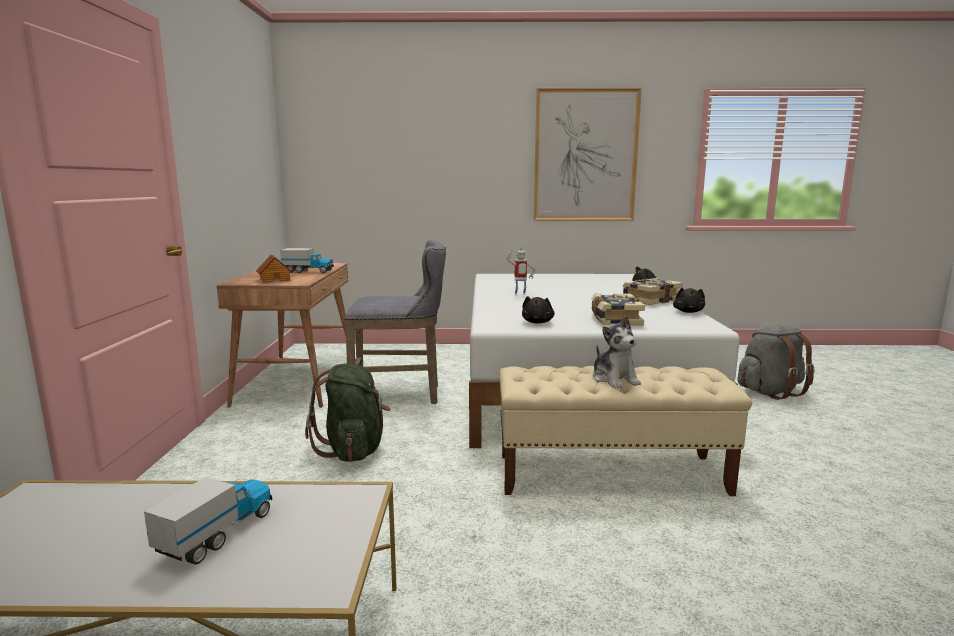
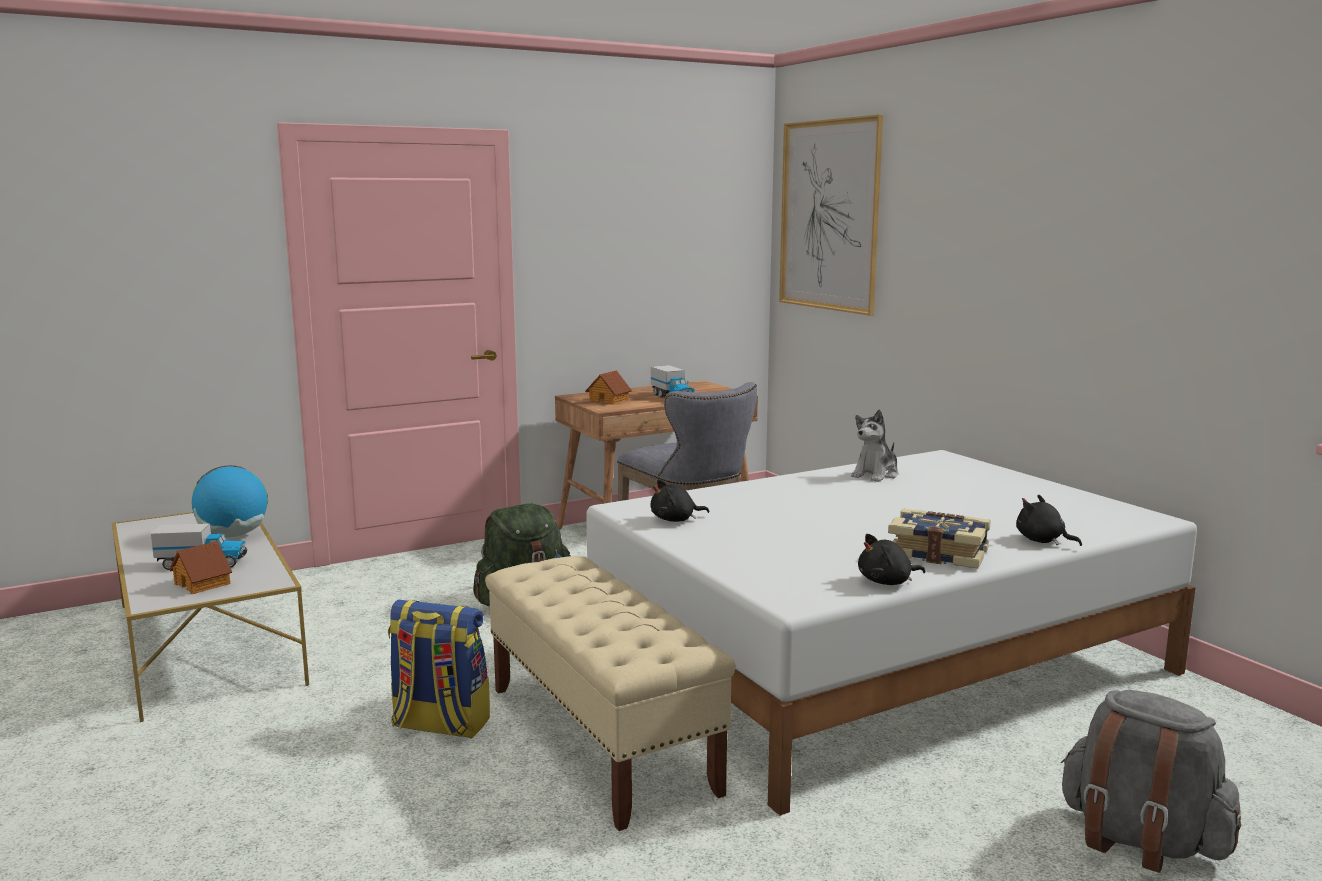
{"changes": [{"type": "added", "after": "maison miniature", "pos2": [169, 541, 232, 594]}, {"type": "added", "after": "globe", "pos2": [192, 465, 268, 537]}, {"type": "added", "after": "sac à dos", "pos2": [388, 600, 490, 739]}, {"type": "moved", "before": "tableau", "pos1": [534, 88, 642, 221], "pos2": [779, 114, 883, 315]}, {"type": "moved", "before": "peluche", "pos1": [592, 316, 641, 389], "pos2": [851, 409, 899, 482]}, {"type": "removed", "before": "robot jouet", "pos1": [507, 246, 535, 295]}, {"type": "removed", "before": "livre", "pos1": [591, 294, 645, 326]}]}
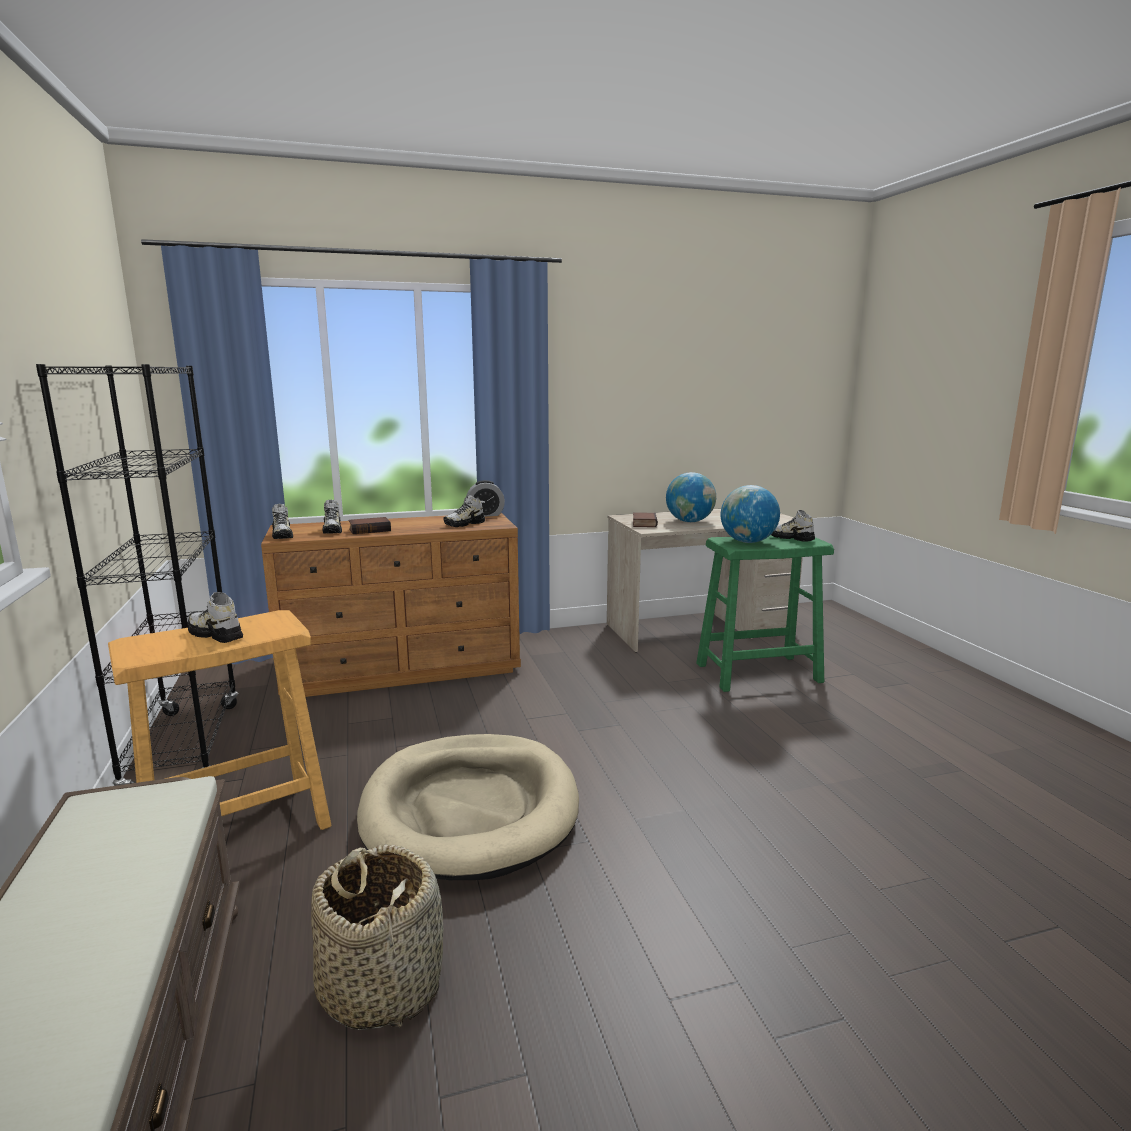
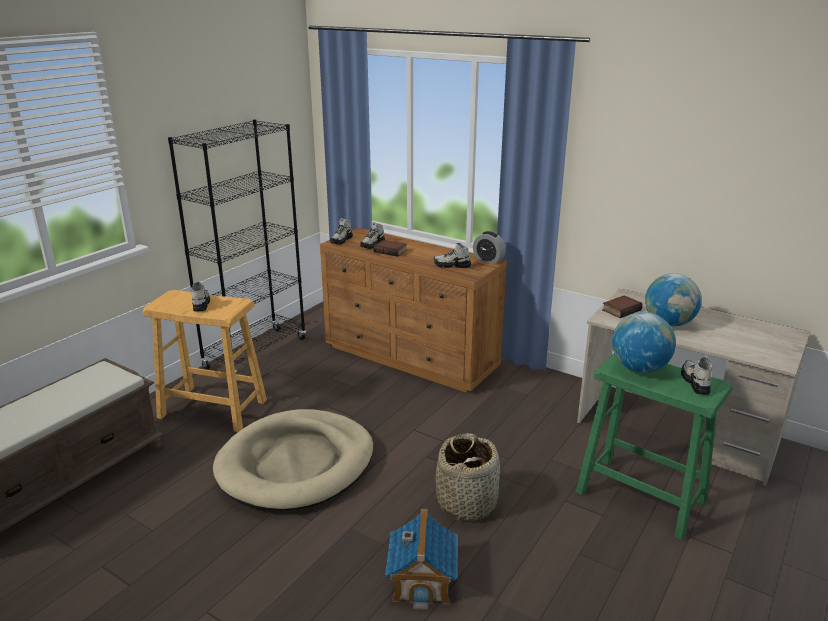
{"changes": [{"type": "added", "after": "maison miniature", "pos2": [385, 509, 458, 610]}, {"type": "moved", "before": "panier", "pos1": [311, 844, 443, 1030], "pos2": [436, 433, 500, 522]}]}
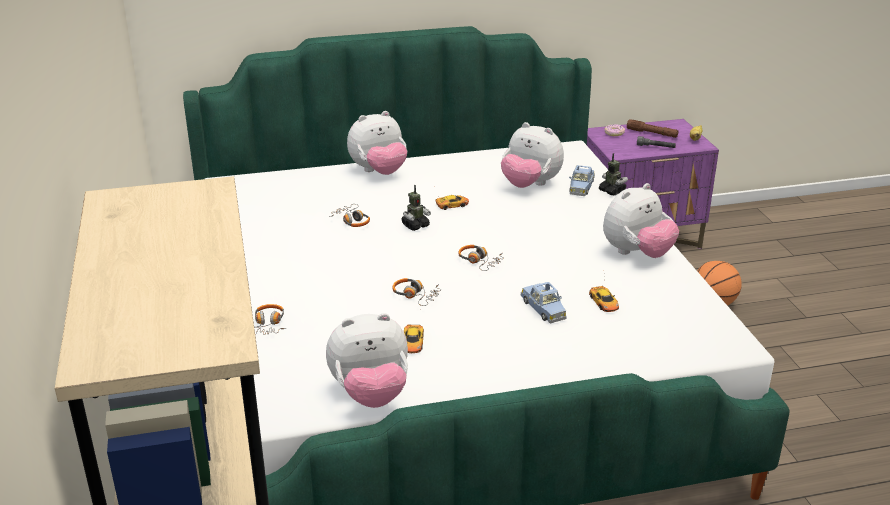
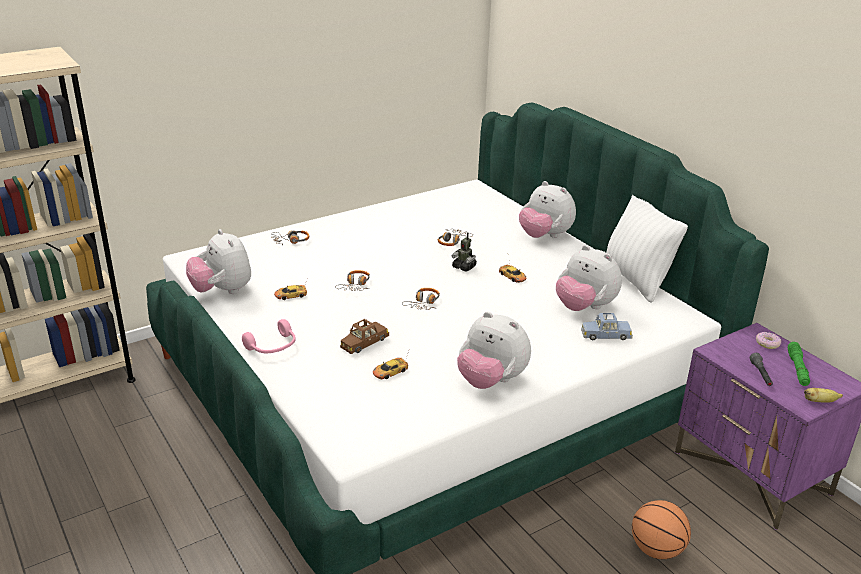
{"changes": [{"type": "added", "after": "casque audio/rose", "pos2": [242, 319, 296, 353]}, {"type": "recoloured", "before": "petite voiture/bleu", "after": "petite voiture/marron", "pos1": [521, 282, 567, 323], "pos2": [340, 319, 389, 354]}, {"type": "turned", "before": "peluche", "pos1": [501, 122, 564, 188], "pos2": [556, 245, 622, 311], "turn": -60}, {"type": "added", "after": "coussin/blanc", "pos2": [606, 194, 688, 303]}, {"type": "recoloured", "before": "lampe de poche/marron", "after": "lampe de poche/vert", "pos1": [627, 119, 678, 138], "pos2": [788, 342, 810, 386]}, {"type": "removed", "before": "robot jouet", "pos1": [599, 153, 628, 195]}]}
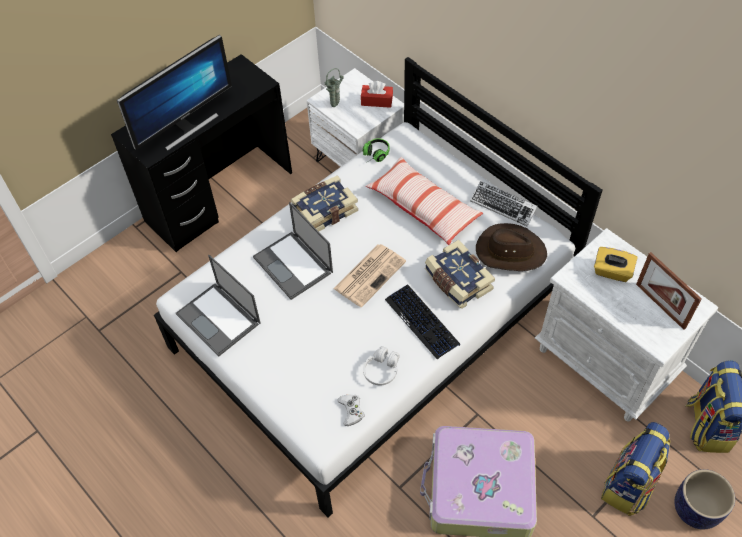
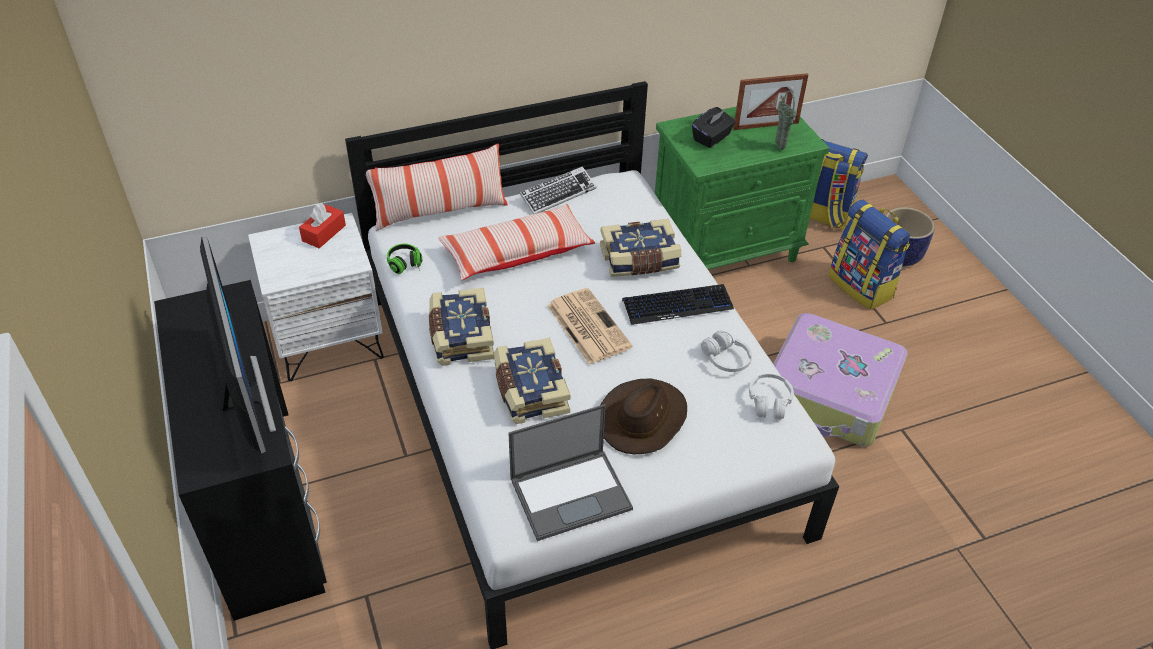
{"changes": [{"type": "added", "after": "coussin", "pos2": [366, 144, 508, 231]}, {"type": "replaced", "before": "ordinateur portable", "after": "livre", "pos1": [253, 202, 333, 300], "pos2": [494, 338, 571, 424]}, {"type": "moved", "before": "chapeau/marron", "pos1": [476, 223, 547, 271], "pos2": [601, 379, 687, 454]}, {"type": "recoloured", "before": "table de chevet/blanc", "after": "table de chevet/vert", "pos1": [535, 228, 719, 422], "pos2": [655, 107, 830, 270]}, {"type": "recoloured", "before": "boîte à mouchoirs/jaune", "after": "boîte à mouchoirs/noir", "pos1": [594, 247, 638, 282], "pos2": [692, 107, 736, 148]}, {"type": "replaced", "before": "manette/blanc", "after": "casque audio/blanc", "pos1": [337, 395, 365, 426], "pos2": [749, 374, 794, 419]}, {"type": "moved", "before": "vase/vert", "pos1": [325, 68, 344, 107], "pos2": [775, 91, 797, 150]}]}
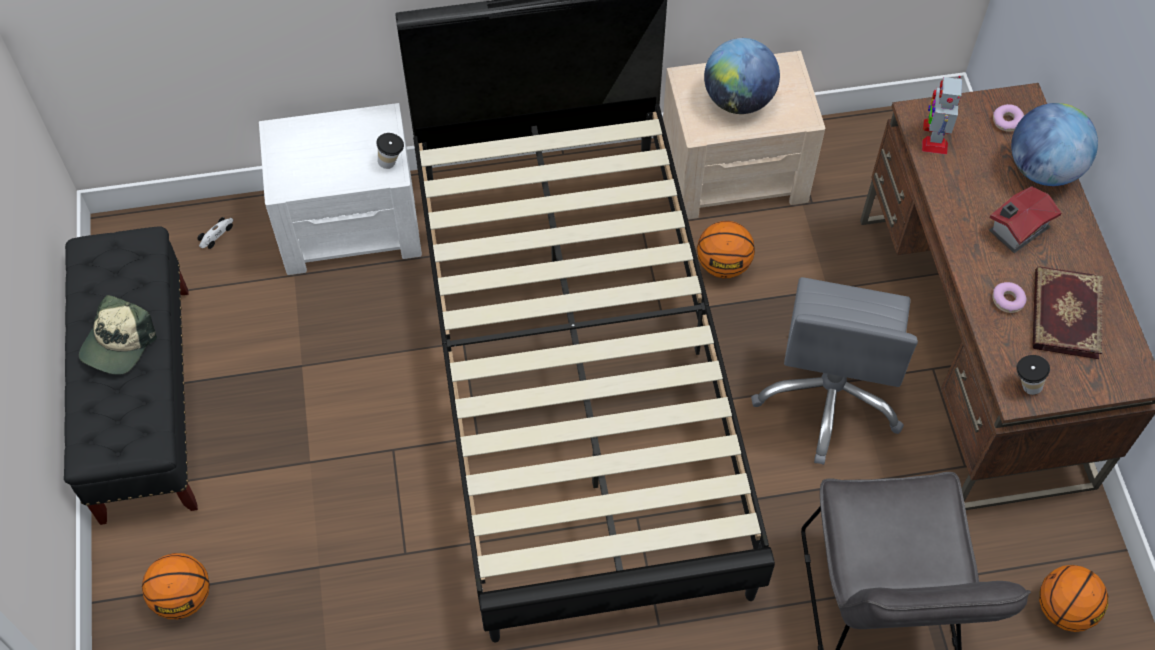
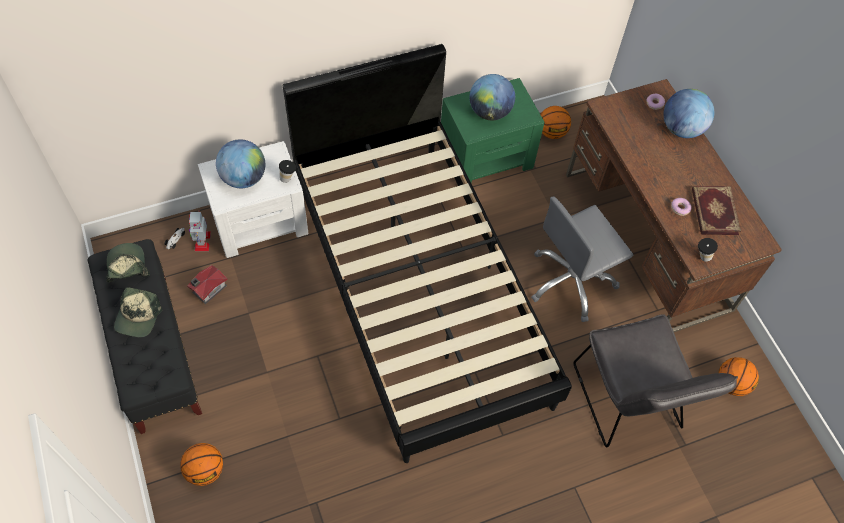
{"changes": [{"type": "added", "after": "casquette", "pos2": [106, 243, 150, 283]}, {"type": "moved", "before": "maison miniature", "pos1": [989, 186, 1061, 253], "pos2": [187, 265, 228, 304]}, {"type": "moved", "before": "robot jouet", "pos1": [922, 76, 962, 155], "pos2": [189, 210, 211, 251]}, {"type": "added", "after": "globe", "pos2": [216, 139, 265, 188]}, {"type": "recoloured", "before": "table de chevet/beige", "after": "table de chevet/vert", "pos1": [663, 51, 825, 219], "pos2": [441, 78, 545, 183]}, {"type": "turned", "before": "chaise de bureau/gris", "pos1": [751, 277, 918, 465], "pos2": [531, 196, 633, 322], "turn": 60}, {"type": "moved", "before": "ballon de basket", "pos1": [697, 221, 755, 278], "pos2": [540, 106, 571, 139]}]}
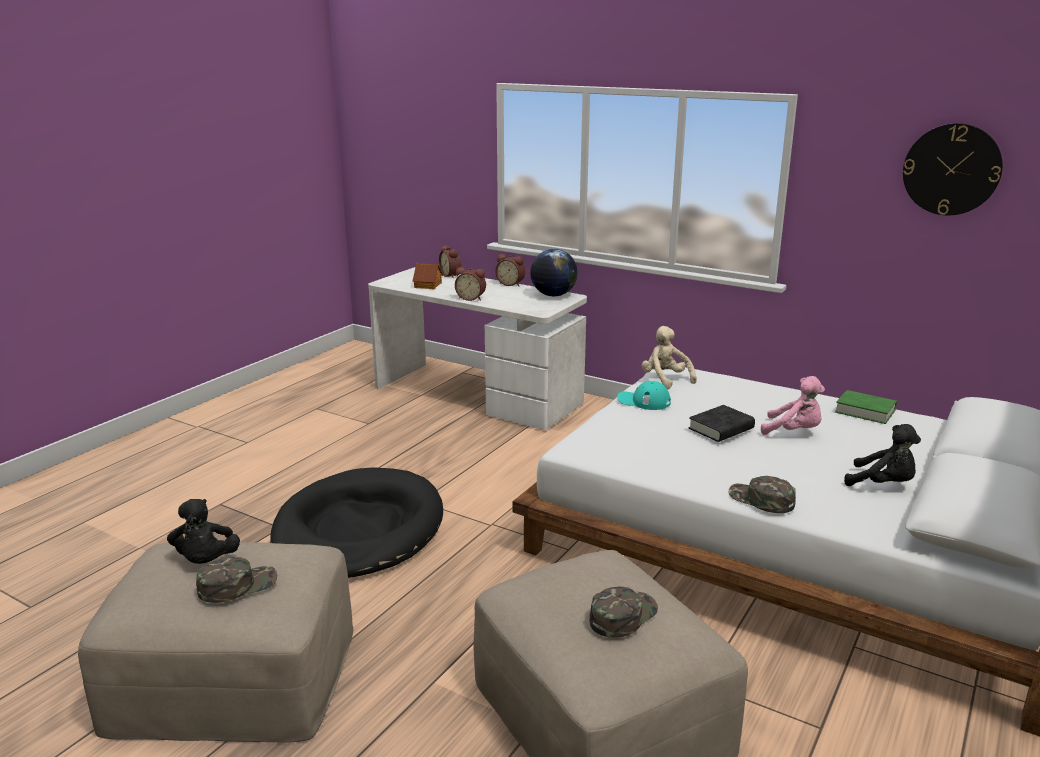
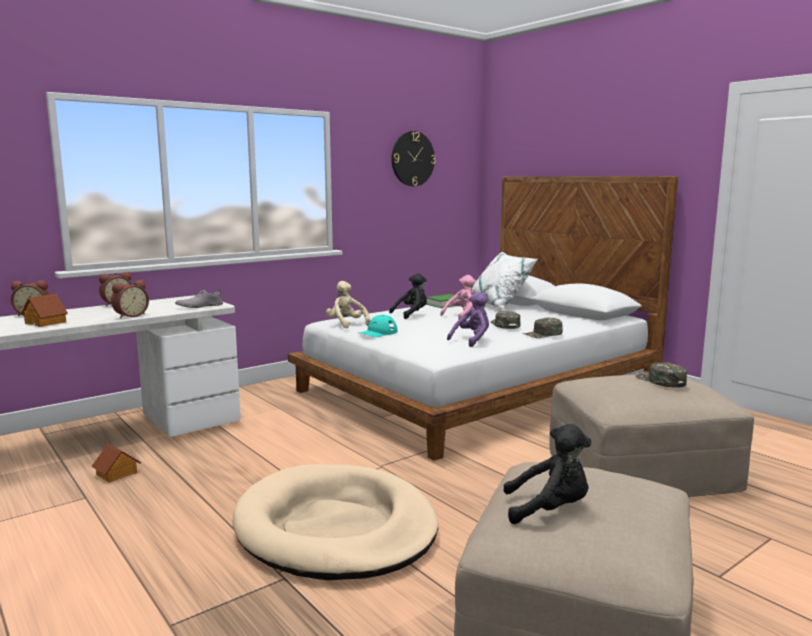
{"changes": [{"type": "added", "after": "maison miniature", "pos2": [91, 444, 141, 483]}, {"type": "added", "after": "chaussure/gris", "pos2": [175, 289, 223, 308]}, {"type": "recoloured", "before": "panier pour chien/noir", "after": "panier pour chien/beige", "pos1": [270, 467, 443, 578], "pos2": [232, 464, 438, 580]}, {"type": "turned", "before": "peluche/beige", "pos1": [642, 326, 697, 389], "pos2": [326, 281, 370, 328], "turn": 60}, {"type": "moved", "before": "peluche/noir", "pos1": [844, 424, 921, 486], "pos2": [389, 273, 427, 319]}, {"type": "added", "after": "peluche/violet", "pos2": [447, 292, 489, 347]}, {"type": "added", "after": "coussin/blanc", "pos2": [472, 252, 538, 309]}, {"type": "moved", "before": "casquette/vert", "pos1": [196, 557, 277, 603], "pos2": [490, 311, 521, 329]}, {"type": "removed", "before": "globe", "pos1": [530, 249, 578, 296]}, {"type": "removed", "before": "livre/noir", "pos1": [689, 405, 755, 442]}]}
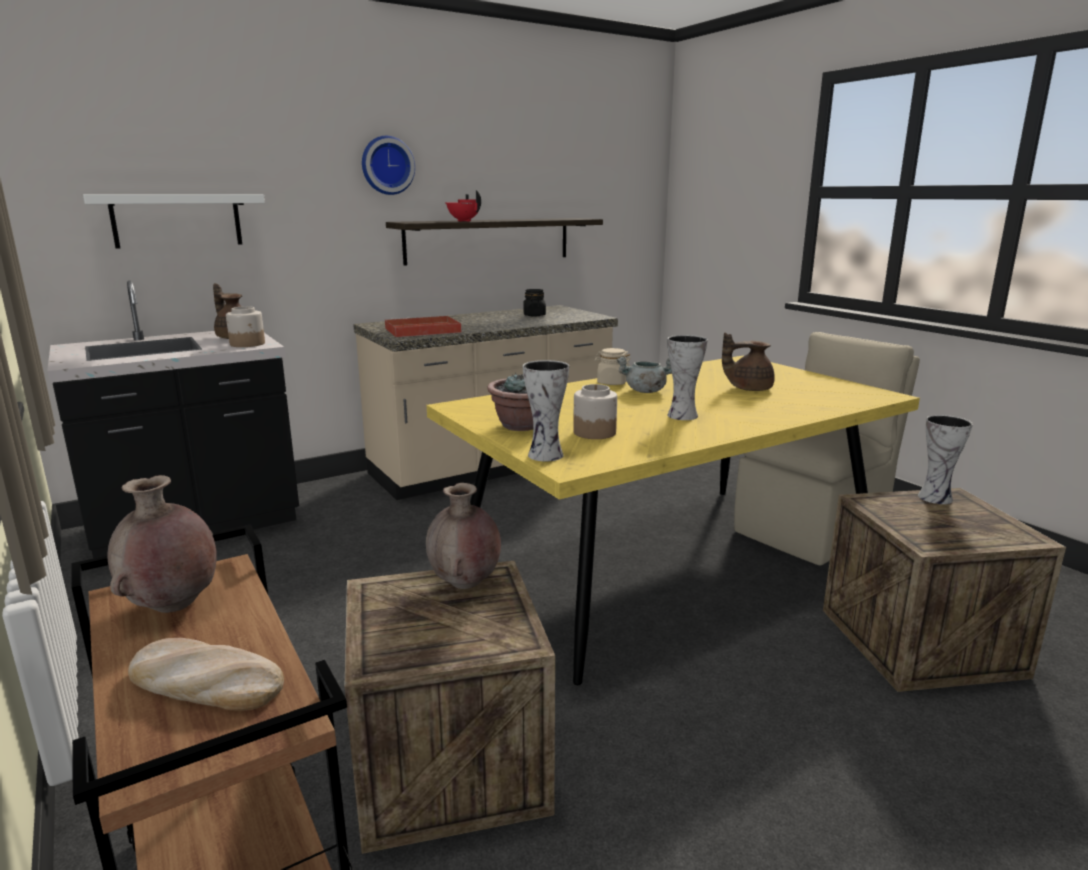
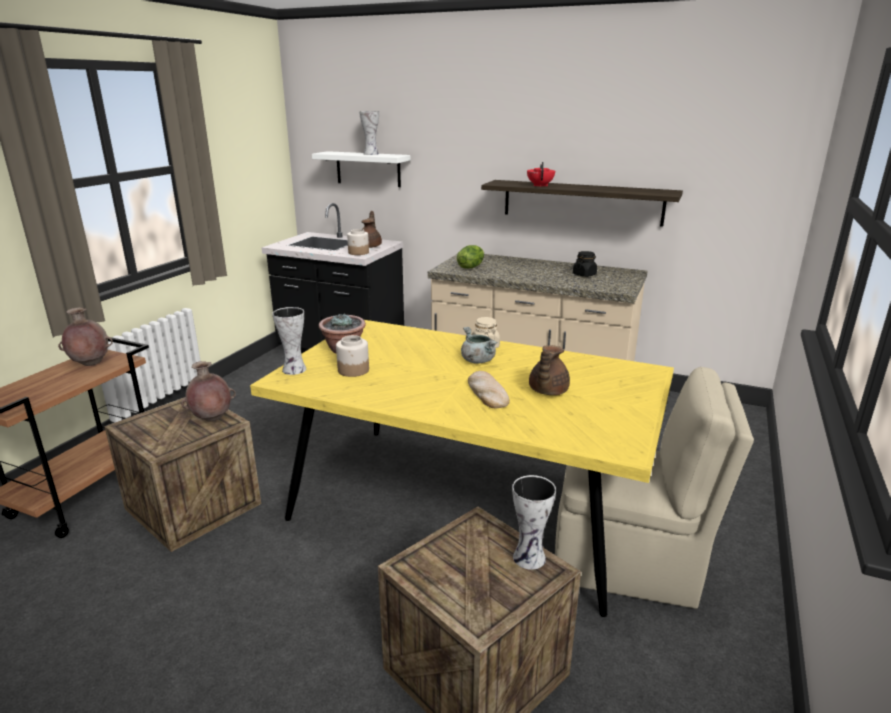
{"changes": [{"type": "moved", "before": "vase", "pos1": [667, 335, 708, 420], "pos2": [359, 111, 379, 155]}, {"type": "replaced", "before": "plateau/rouge", "after": "laitue", "pos1": [385, 315, 462, 337], "pos2": [457, 245, 484, 269]}, {"type": "moved", "before": "pain", "pos1": [128, 638, 284, 711], "pos2": [468, 371, 510, 409]}, {"type": "turned", "before": "théière/marron", "pos1": [722, 333, 775, 391], "pos2": [529, 345, 570, 395], "turn": -120}, {"type": "removed", "before": "horloge murale", "pos1": [362, 136, 415, 195]}]}
